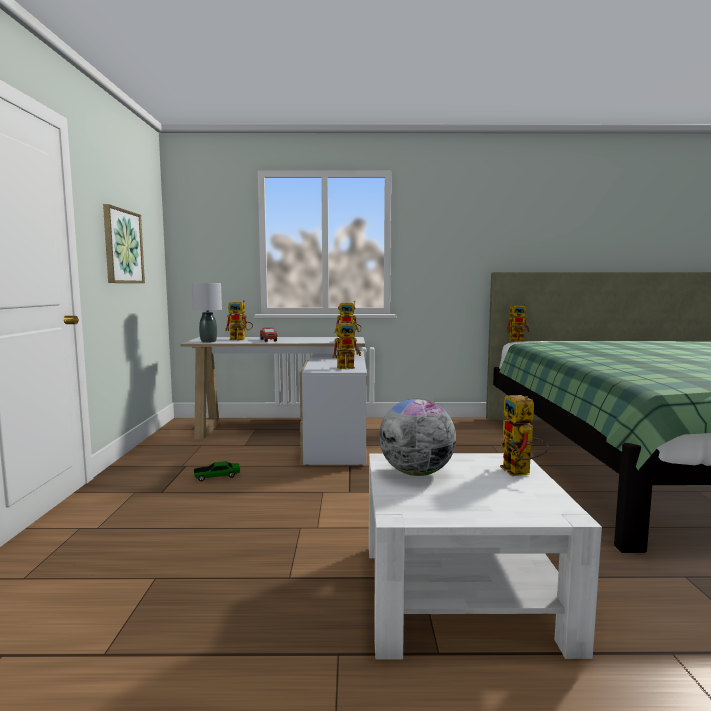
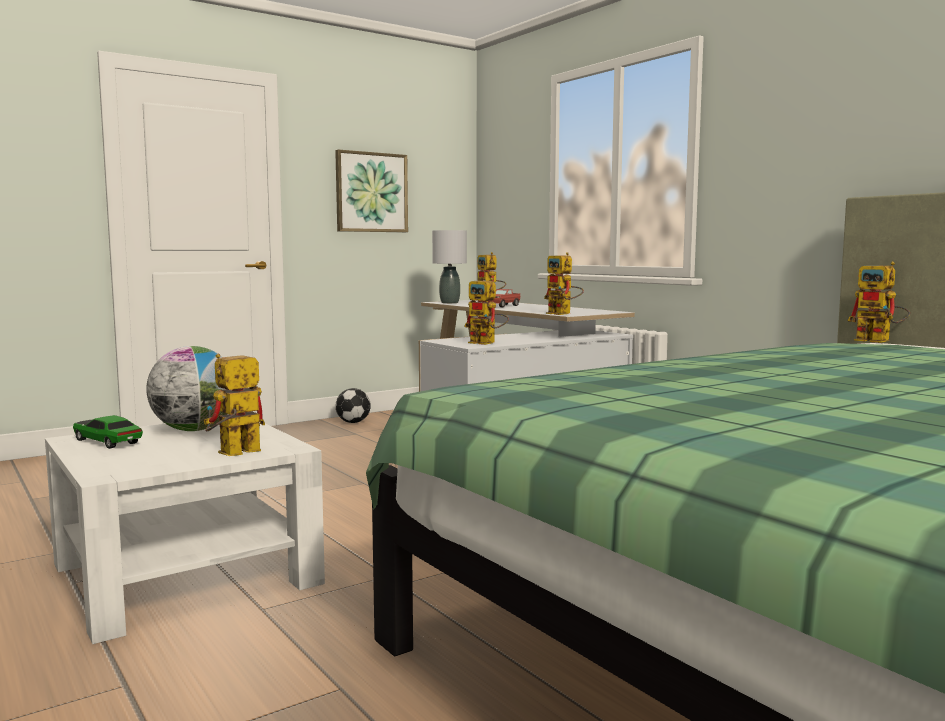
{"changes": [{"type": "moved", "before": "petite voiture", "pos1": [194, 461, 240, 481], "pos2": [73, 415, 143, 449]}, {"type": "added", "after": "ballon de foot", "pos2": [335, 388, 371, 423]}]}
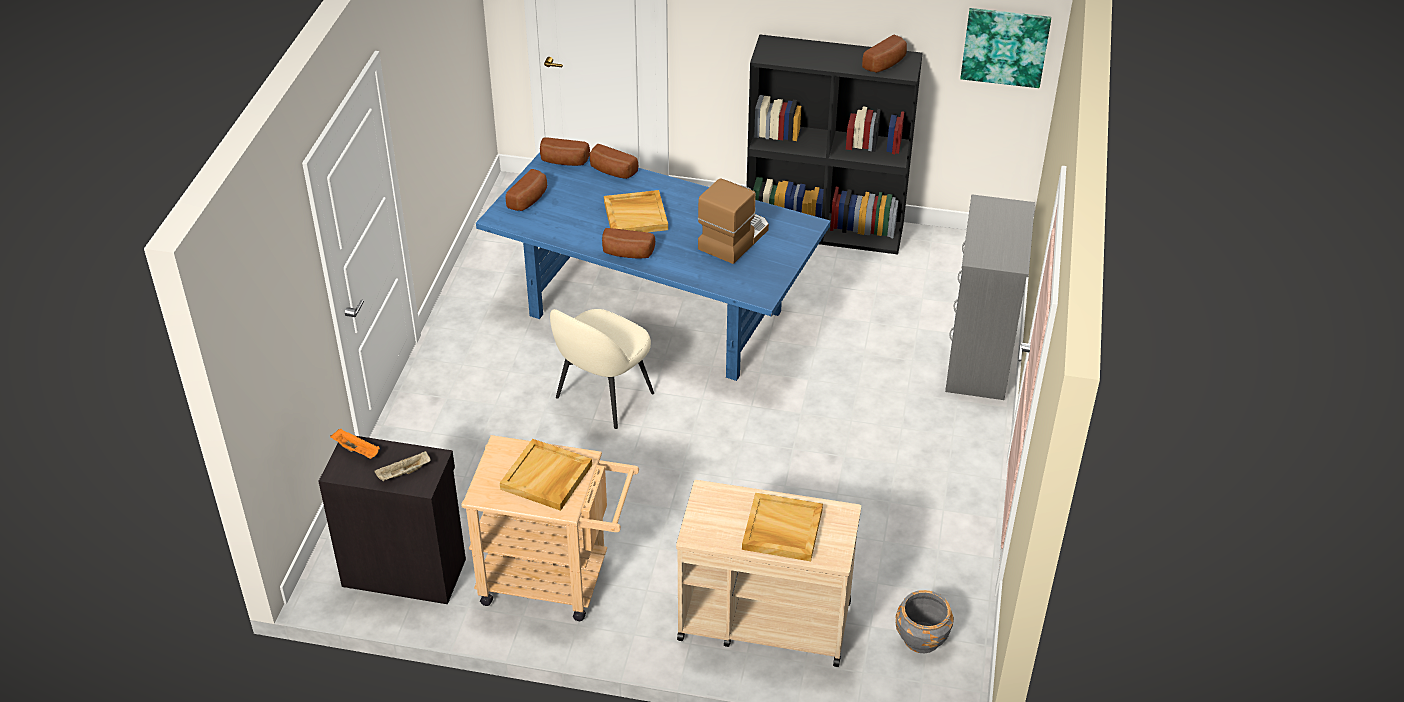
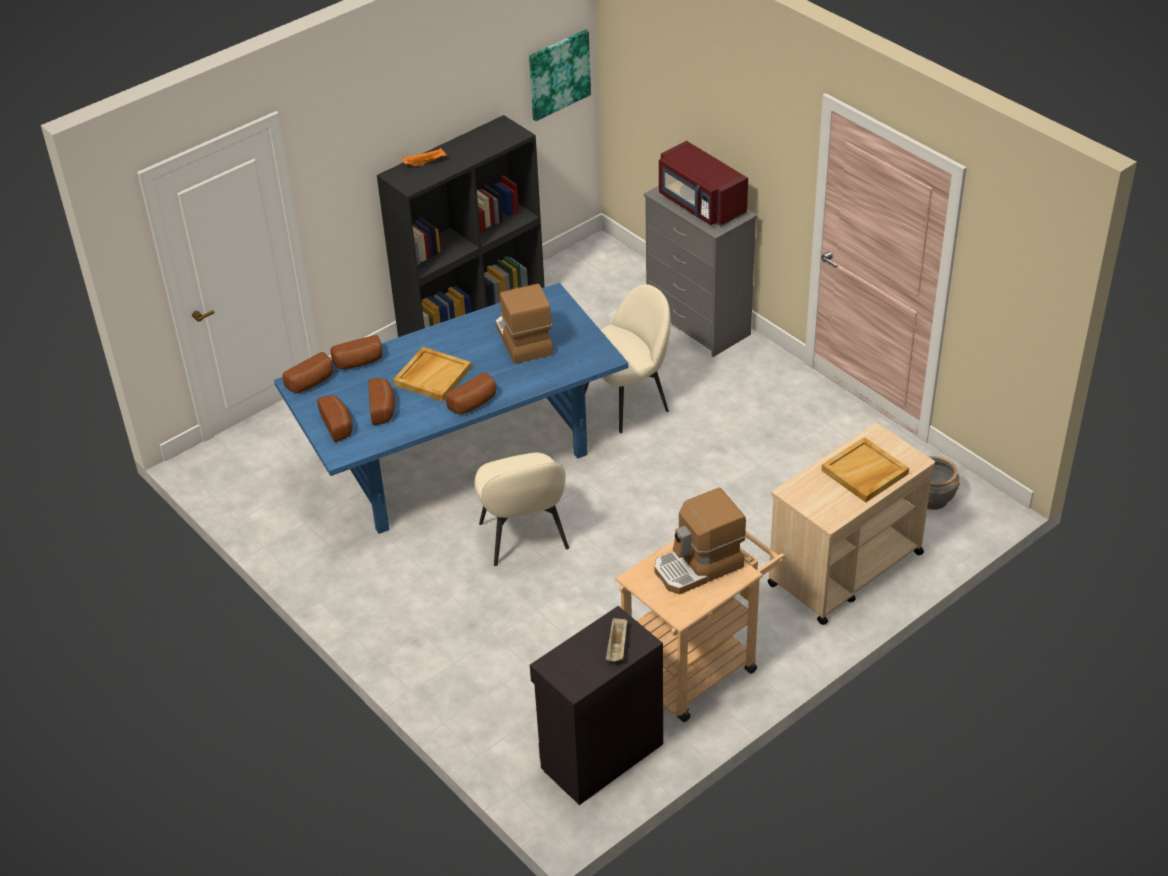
{"changes": [{"type": "moved", "before": "pain", "pos1": [862, 35, 907, 73], "pos2": [368, 378, 395, 425]}, {"type": "moved", "before": "plateau/orange", "pos1": [330, 429, 380, 459], "pos2": [402, 148, 447, 166]}, {"type": "added", "after": "chaise/beige", "pos2": [585, 284, 670, 433]}, {"type": "replaced", "before": "plateau/beige", "after": "machine à café", "pos1": [500, 439, 592, 511], "pos2": [654, 488, 746, 594]}, {"type": "added", "after": "micro-ondes/rouge", "pos2": [659, 141, 748, 226]}]}
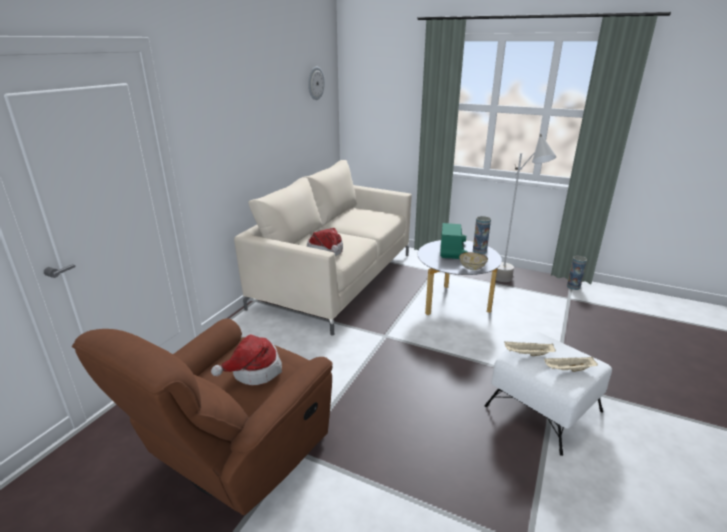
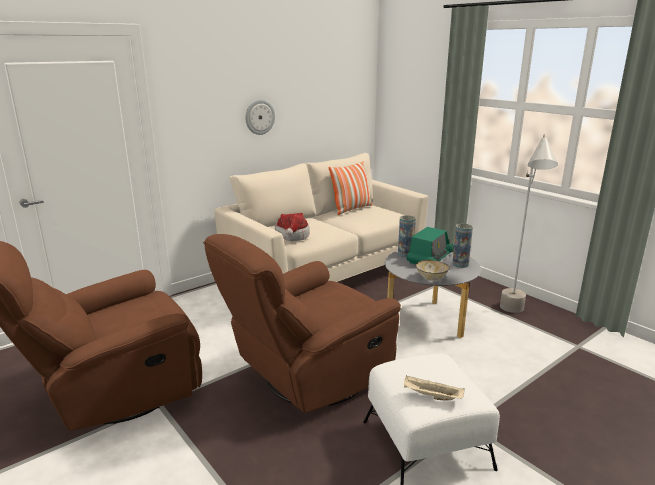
{"changes": [{"type": "added", "after": "fauteuil/marron", "pos2": [203, 234, 401, 413]}, {"type": "moved", "before": "horloge murale", "pos1": [308, 67, 325, 100], "pos2": [245, 99, 275, 135]}, {"type": "added", "after": "coussin", "pos2": [329, 161, 373, 215]}, {"type": "moved", "before": "vase", "pos1": [567, 256, 587, 290], "pos2": [398, 215, 416, 257]}, {"type": "removed", "before": "chapeau", "pos1": [211, 334, 282, 385]}, {"type": "removed", "before": "plateau/beige", "pos1": [504, 342, 556, 356]}]}
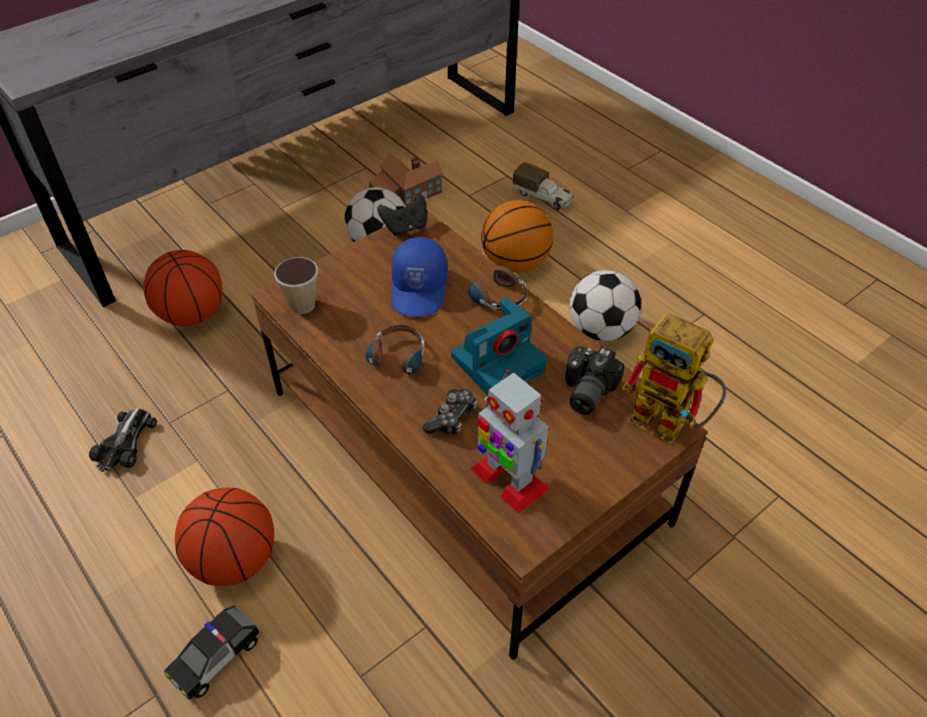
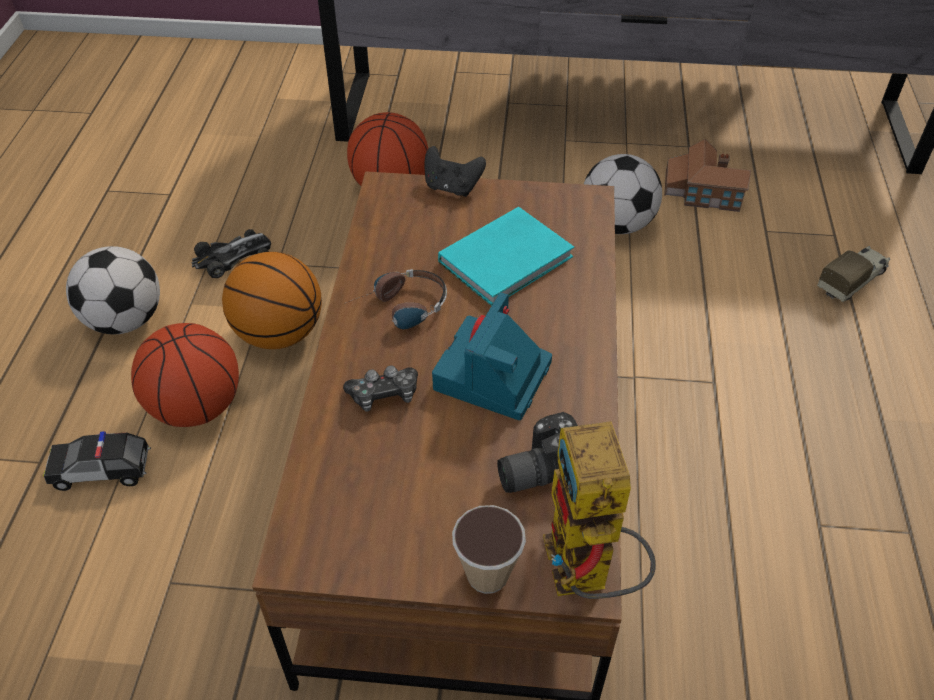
{"changes": [{"type": "moved", "before": "ballon de foot", "pos1": [569, 270, 641, 341], "pos2": [66, 246, 160, 334]}, {"type": "moved", "before": "ballon de basket", "pos1": [481, 200, 553, 273], "pos2": [222, 252, 322, 349]}, {"type": "moved", "before": "manette/noir", "pos1": [377, 194, 427, 236], "pos2": [425, 146, 486, 197]}, {"type": "turned", "before": "appareil photo", "pos1": [451, 297, 546, 396], "pos2": [432, 292, 552, 420], "turn": 105}, {"type": "replaced", "before": "casquette/bleu", "after": "livre/turquoise", "pos1": [391, 237, 448, 317], "pos2": [438, 207, 574, 306]}, {"type": "moved", "before": "tasse", "pos1": [274, 257, 318, 314], "pos2": [452, 505, 526, 594]}, {"type": "turned", "before": "camion jouet", "pos1": [513, 162, 574, 210], "pos2": [817, 246, 890, 302], "turn": -120}, {"type": "removed", "before": "casque audio", "pos1": [469, 262, 527, 310]}, {"type": "removed", "before": "robot jouet", "pos1": [470, 369, 550, 514]}]}
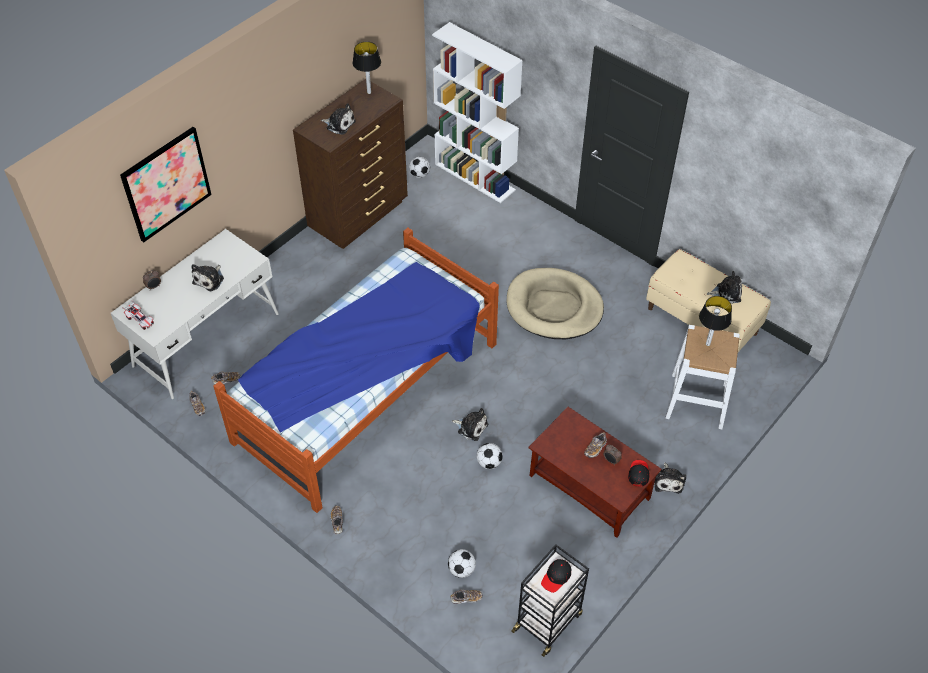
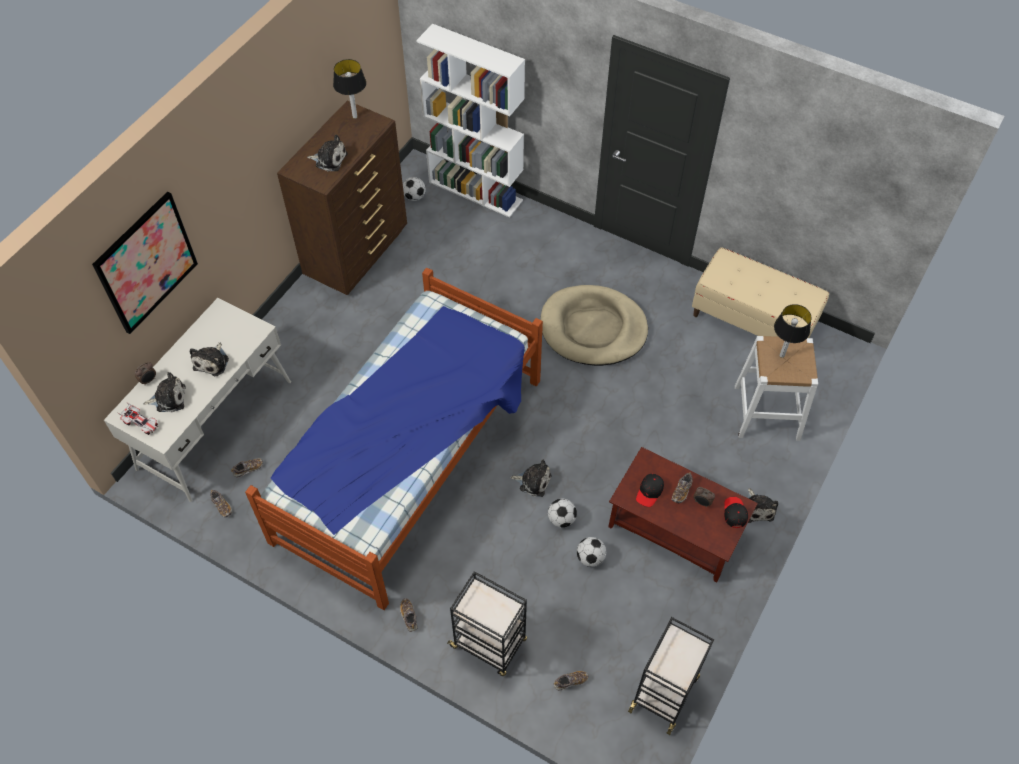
{"changes": [{"type": "moved", "before": "peluche", "pos1": [707, 271, 742, 304], "pos2": [144, 372, 186, 412]}, {"type": "added", "after": "chariot/noir", "pos2": [447, 571, 527, 676]}, {"type": "moved", "before": "ballon de foot", "pos1": [448, 549, 476, 578], "pos2": [577, 537, 606, 567]}, {"type": "moved", "before": "casquette/noir", "pos1": [541, 559, 571, 593], "pos2": [636, 474, 664, 507]}]}
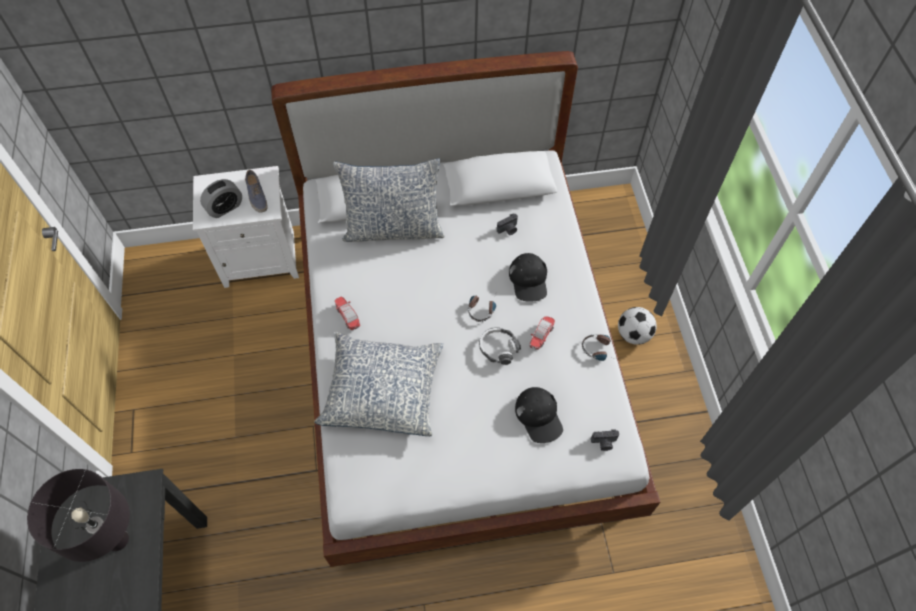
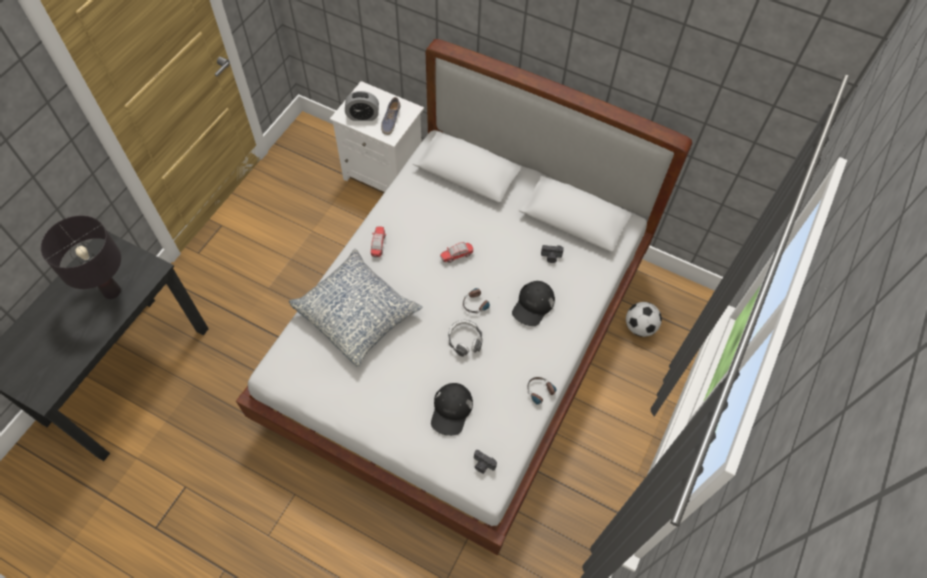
{"changes": [{"type": "moved", "before": "petite voiture", "pos1": [529, 316, 555, 350], "pos2": [440, 242, 473, 263]}, {"type": "moved", "before": "ballon de foot", "pos1": [618, 307, 657, 345], "pos2": [626, 302, 662, 337]}, {"type": "removed", "before": "coussin", "pos1": [333, 158, 445, 242]}]}
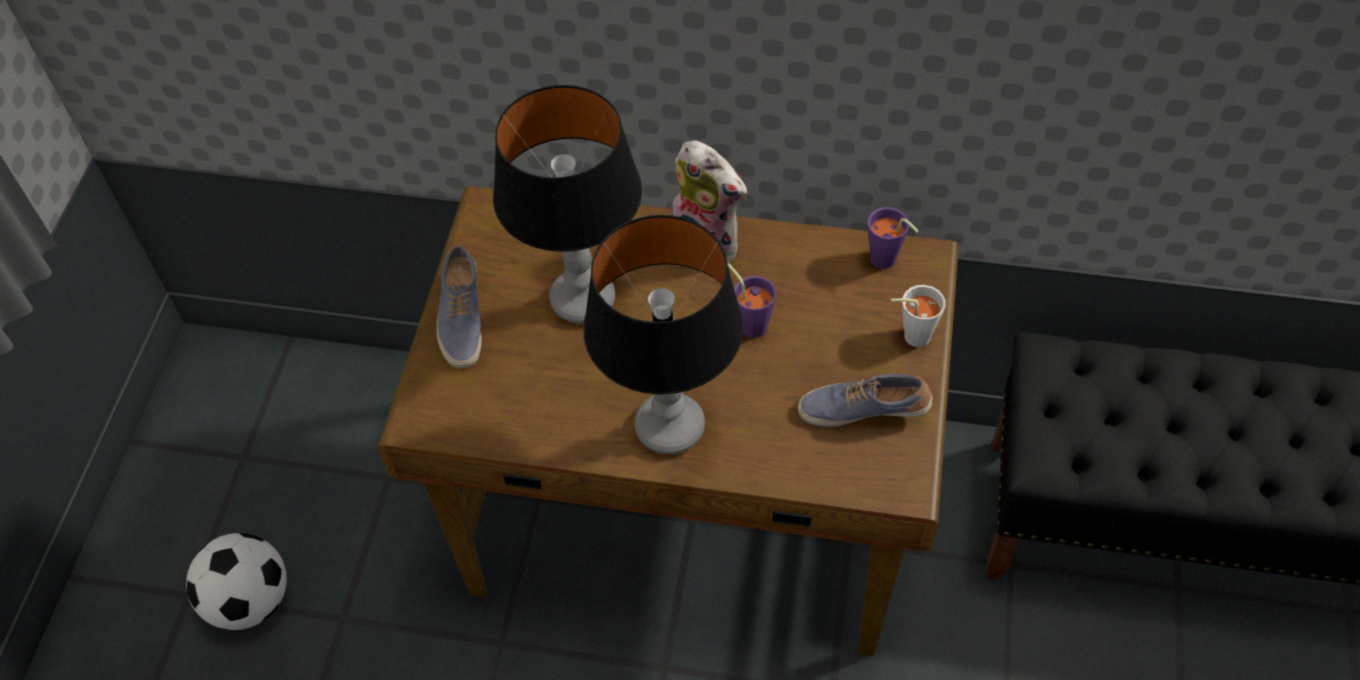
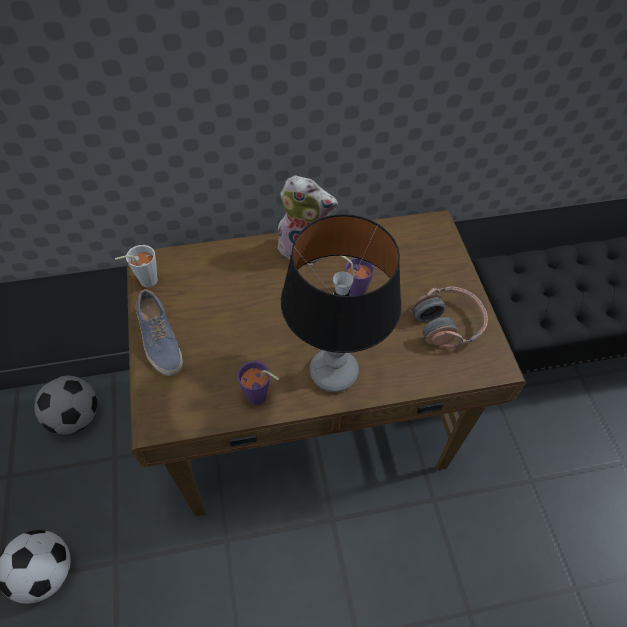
{"changes": [{"type": "added", "after": "ballon de foot", "pos2": [34, 376, 97, 435]}, {"type": "moved", "before": "tasse/gris", "pos1": [891, 285, 946, 347], "pos2": [115, 245, 158, 287]}, {"type": "moved", "before": "tasse/violet", "pos1": [868, 207, 918, 269], "pos2": [237, 361, 279, 405]}, {"type": "replaced", "before": "chaussure", "after": "casque audio", "pos1": [798, 374, 932, 427], "pos2": [411, 286, 488, 348]}, {"type": "removed", "before": "lampe de table", "pos1": [493, 85, 642, 324]}]}
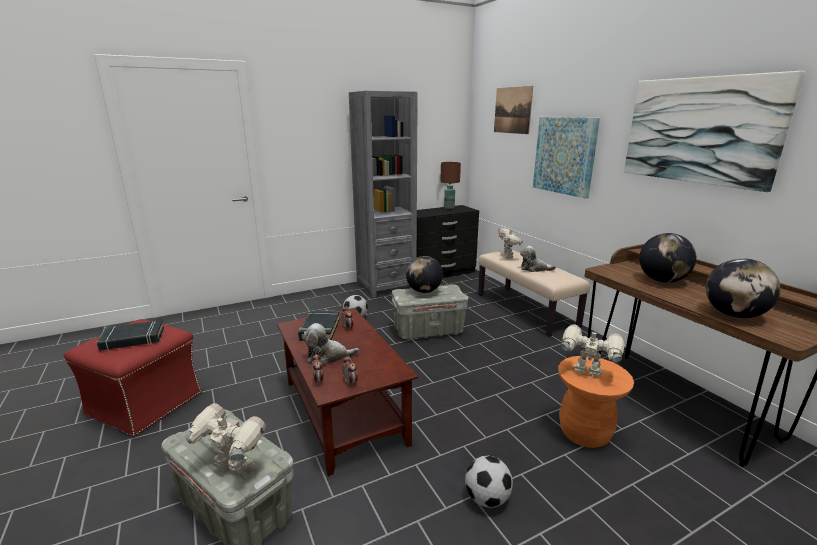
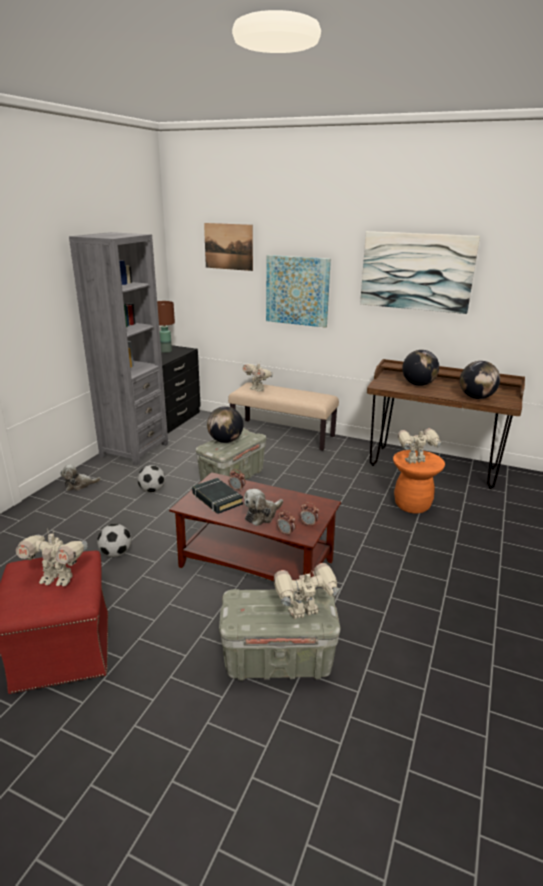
{"changes": [{"type": "replaced", "before": "livre/noir", "after": "robot jouet", "pos1": [97, 320, 164, 351], "pos2": [16, 529, 87, 586]}, {"type": "moved", "before": "peluche", "pos1": [520, 246, 556, 272], "pos2": [60, 464, 101, 491]}, {"type": "moved", "before": "ballon de foot", "pos1": [465, 456, 513, 508], "pos2": [97, 524, 131, 557]}]}
